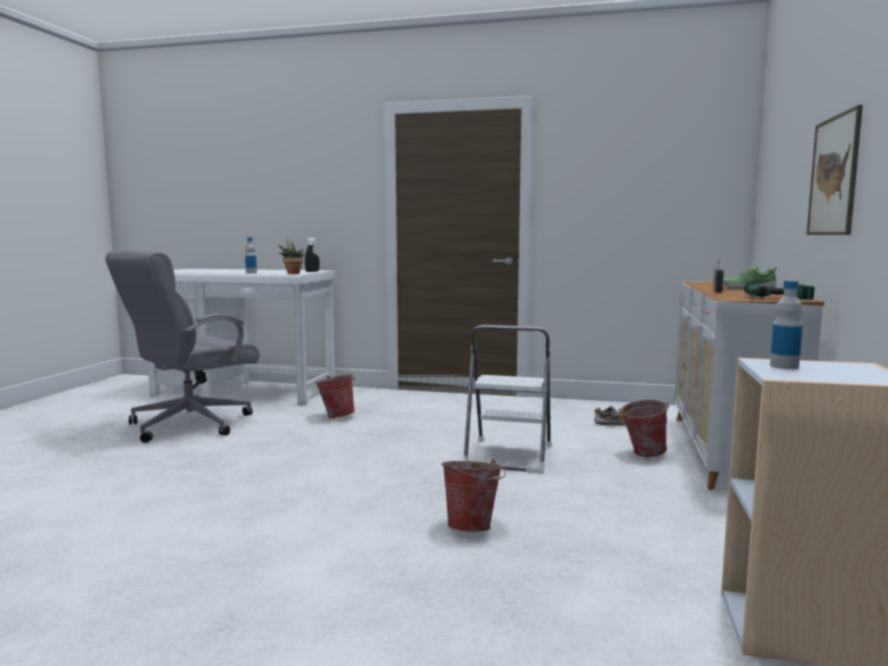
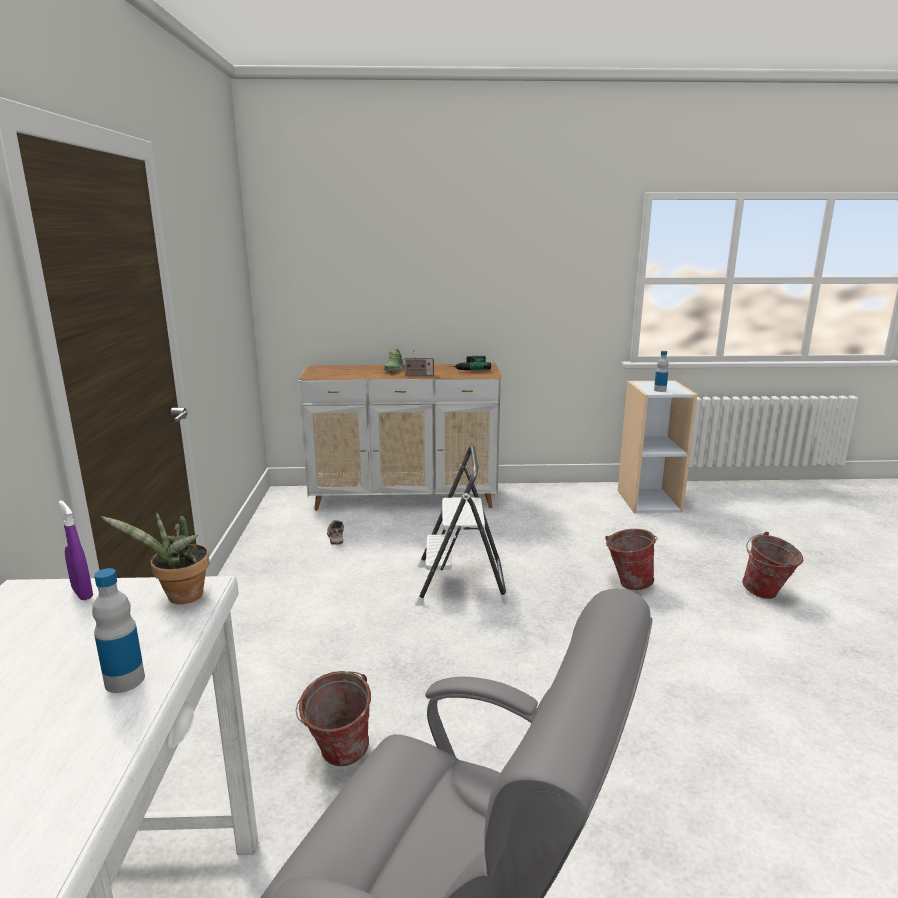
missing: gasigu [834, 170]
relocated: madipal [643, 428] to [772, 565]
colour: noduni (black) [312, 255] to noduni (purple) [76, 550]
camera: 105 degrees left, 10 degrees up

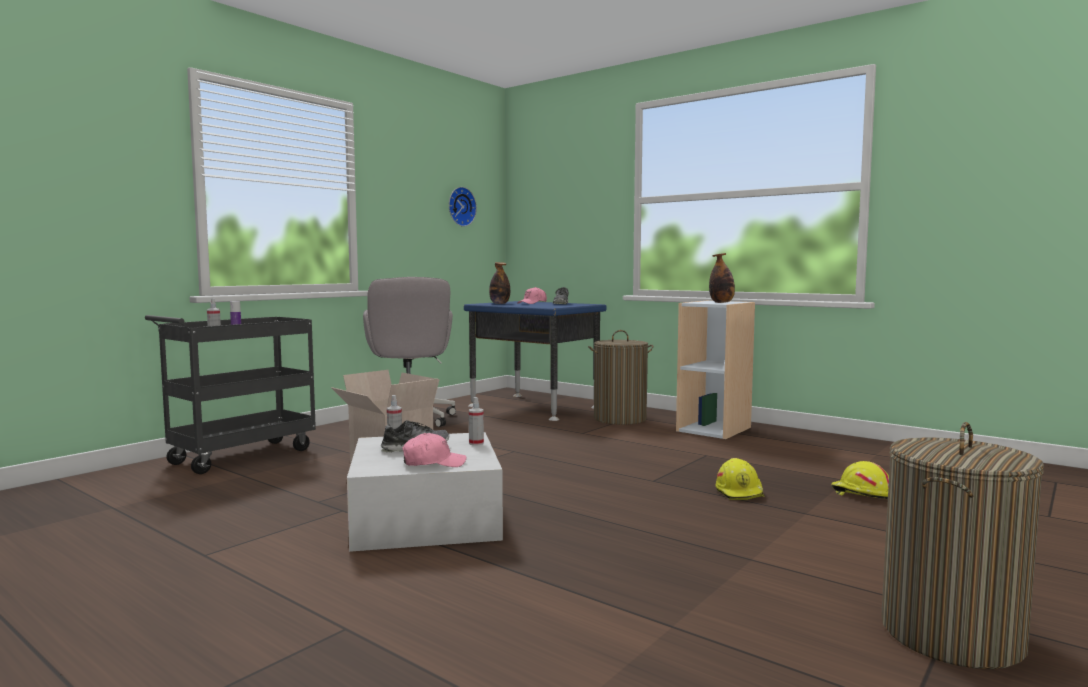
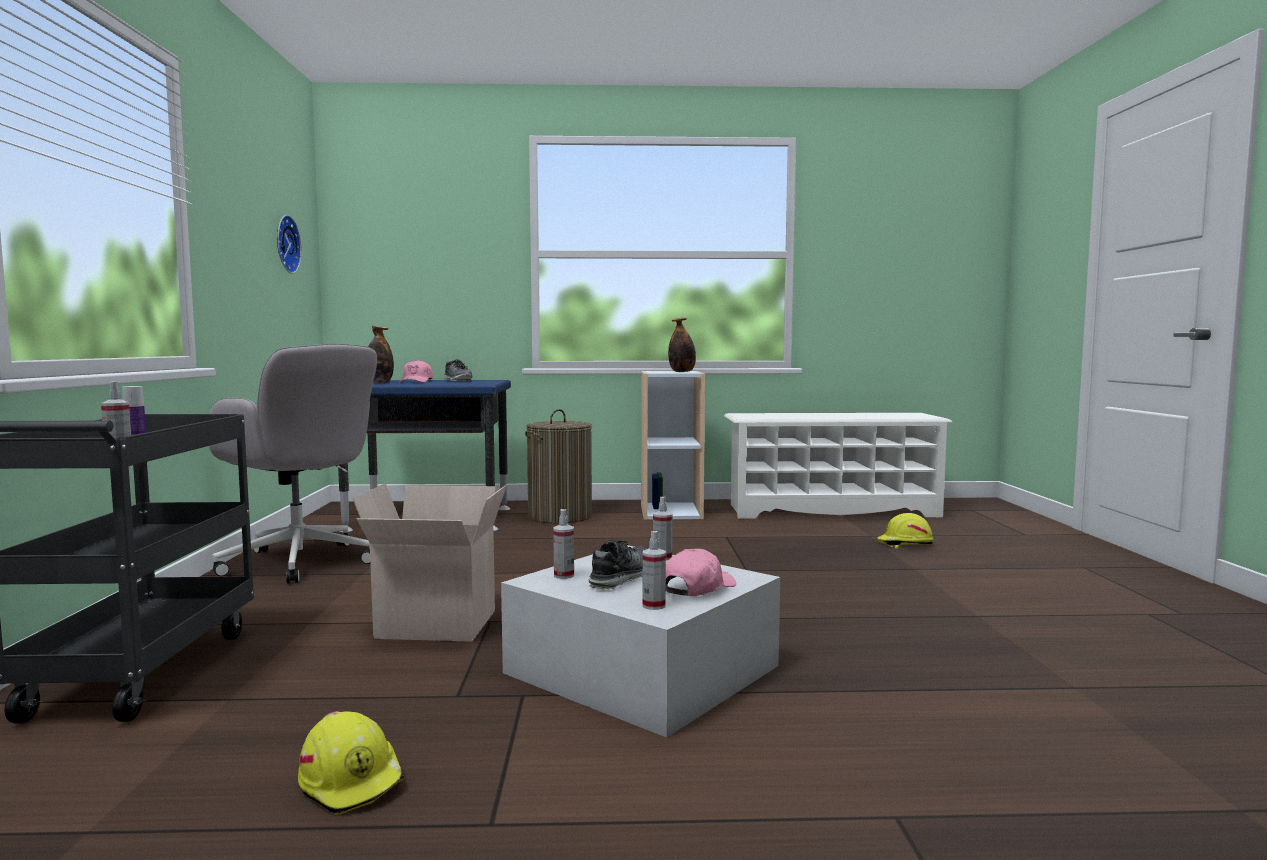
missing: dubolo [962, 545]
appeared: noduni [654, 570]; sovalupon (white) [838, 466]
relocated: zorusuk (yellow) [740, 479] to [351, 763]
camera: 40 degrees left, 0 degrees up

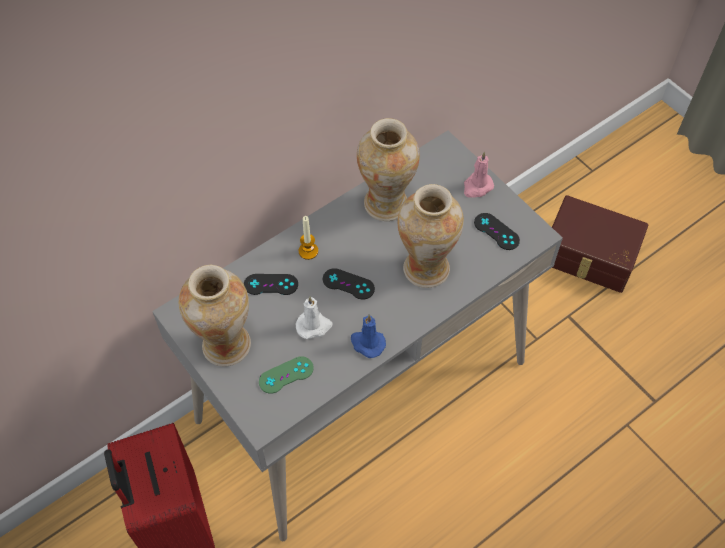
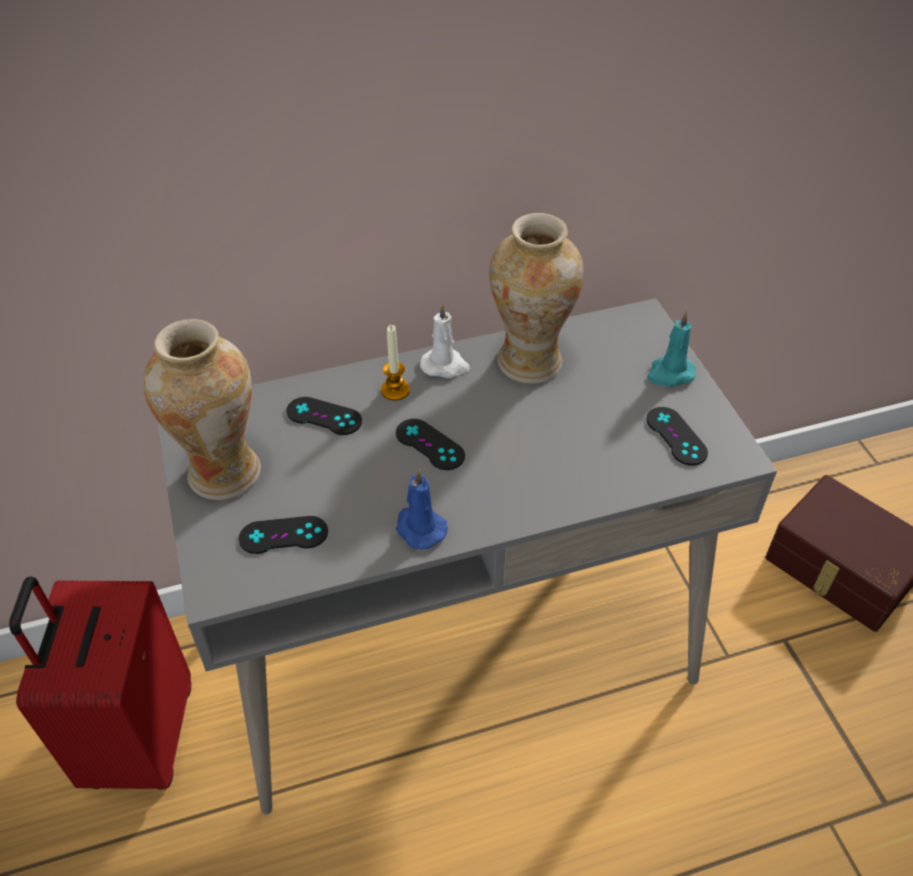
missing: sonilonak [430, 236]
relocated: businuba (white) [314, 317] to [445, 340]
colour: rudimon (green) [286, 375] to rudimon (black) [283, 535]; businuba (pink) [479, 175] to businuba (turquoise) [671, 349]
camera: 20 degrees right, 10 degrees down

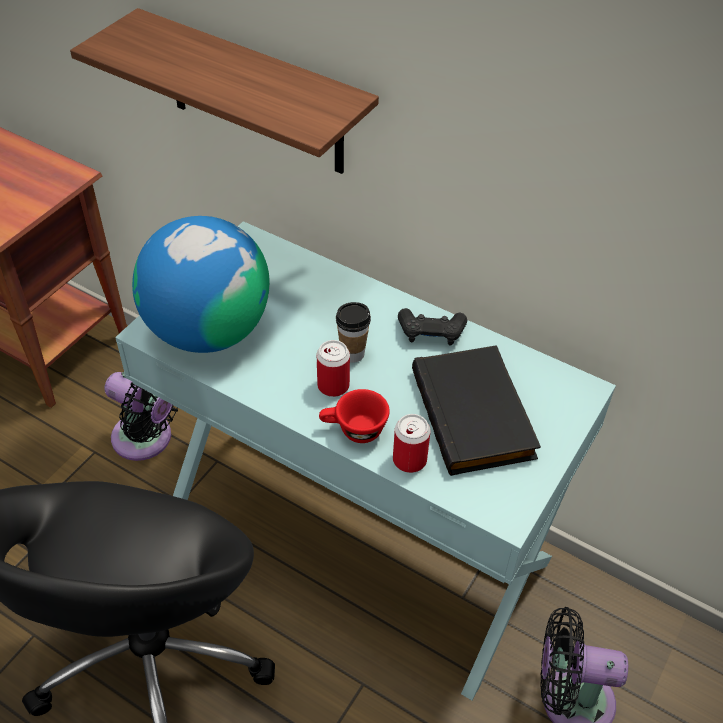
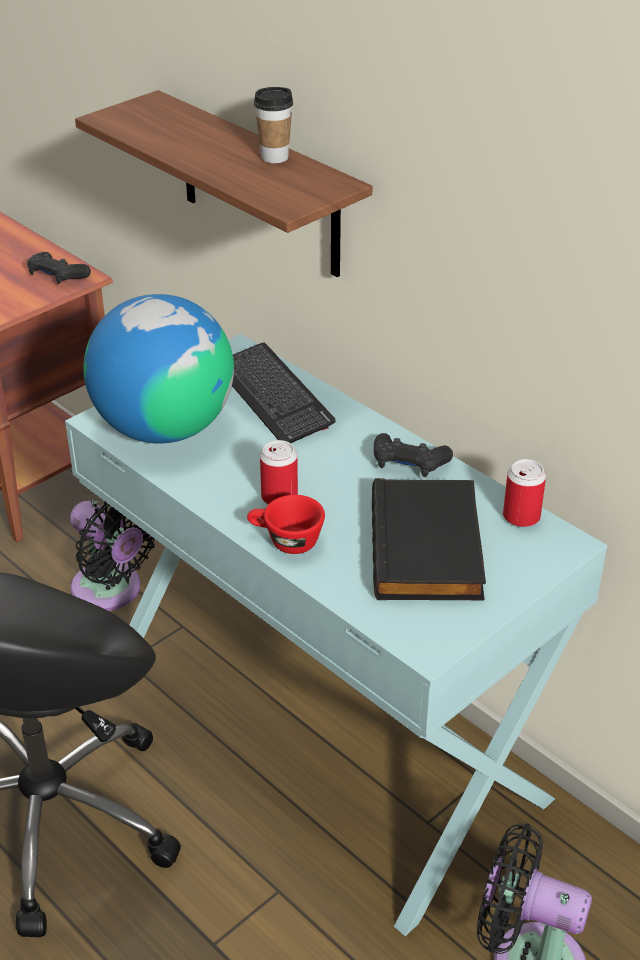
appeared: rudimon (black) [59, 268]; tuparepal [284, 392]
relocated: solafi [353, 332] to [273, 125]; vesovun [411, 443] to [524, 493]
camera: 15 degrees right, 10 degrees down

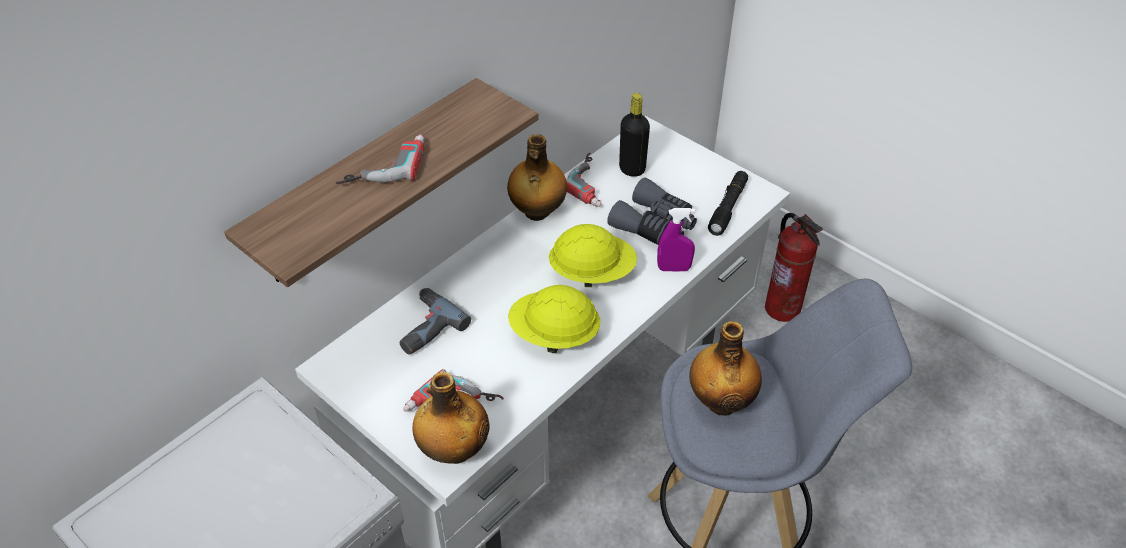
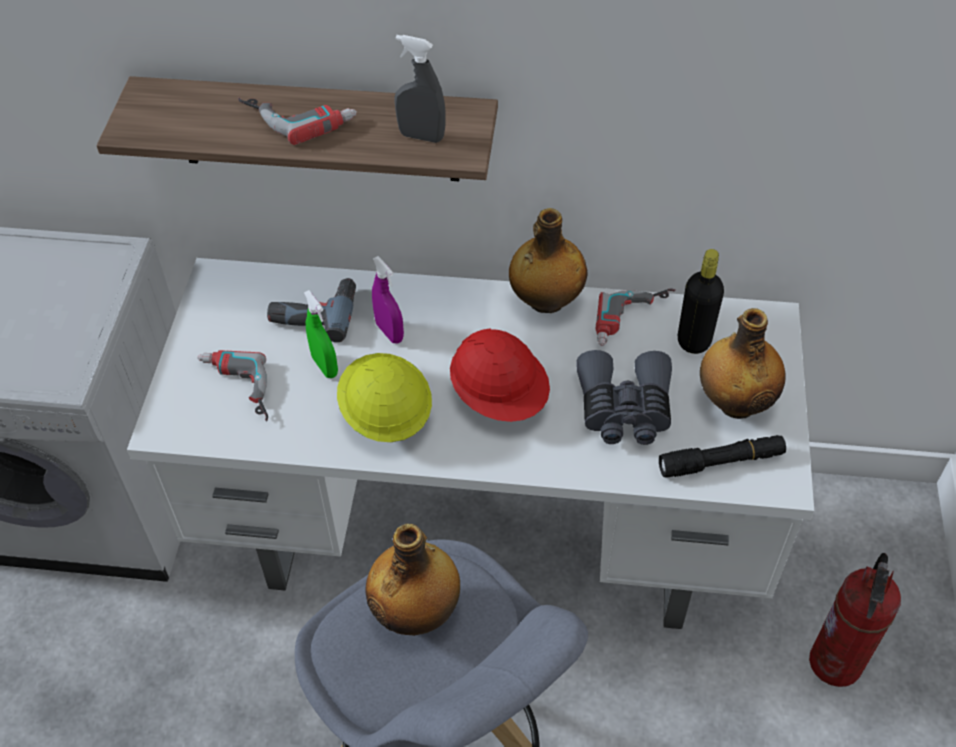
appeared: noduni (green) [321, 334]; noduni (grey) [420, 89]
relocated: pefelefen [451, 418] to [743, 363]; noduni (purple) [676, 239] to [388, 300]
colour: zorusuk (yellow) [593, 255] to zorusuk (red) [500, 375]
camera: 55 degrees right, 5 degrees up

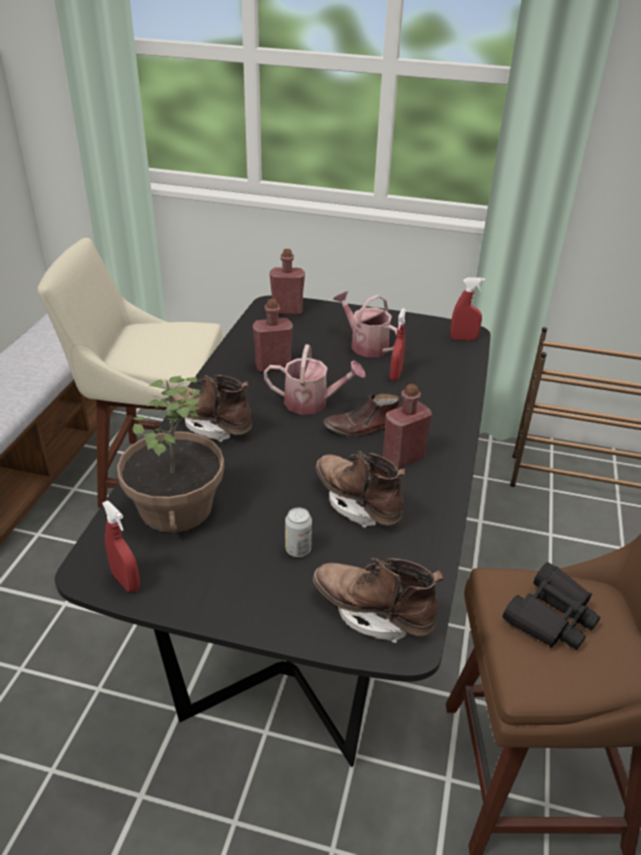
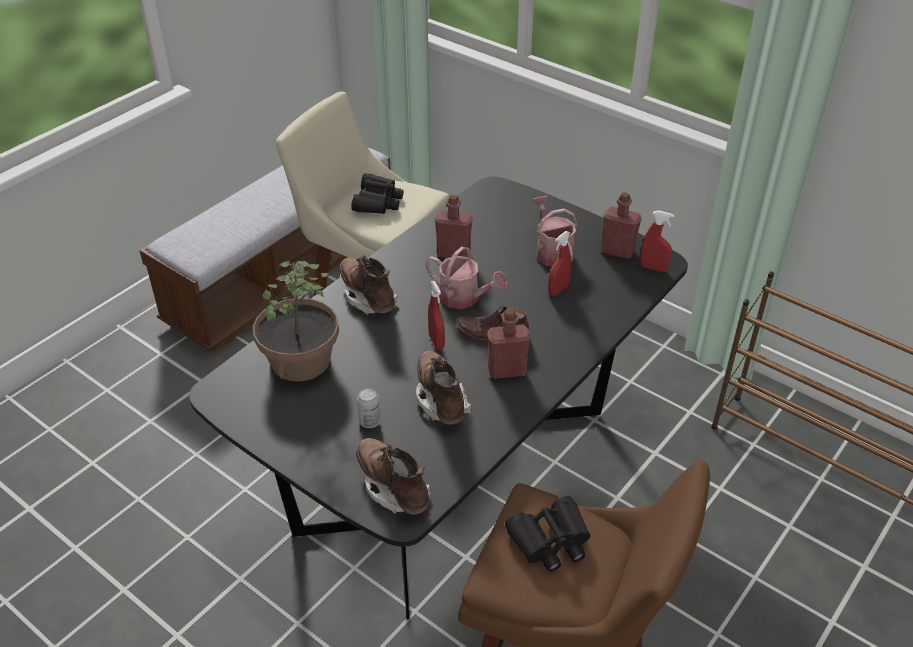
appeared: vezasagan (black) [377, 193]
relocated: noduni (red) [121, 546] to [436, 315]; pefelefen (red) [287, 282] to [621, 225]
camera: 25 degrees right, 5 degrees up

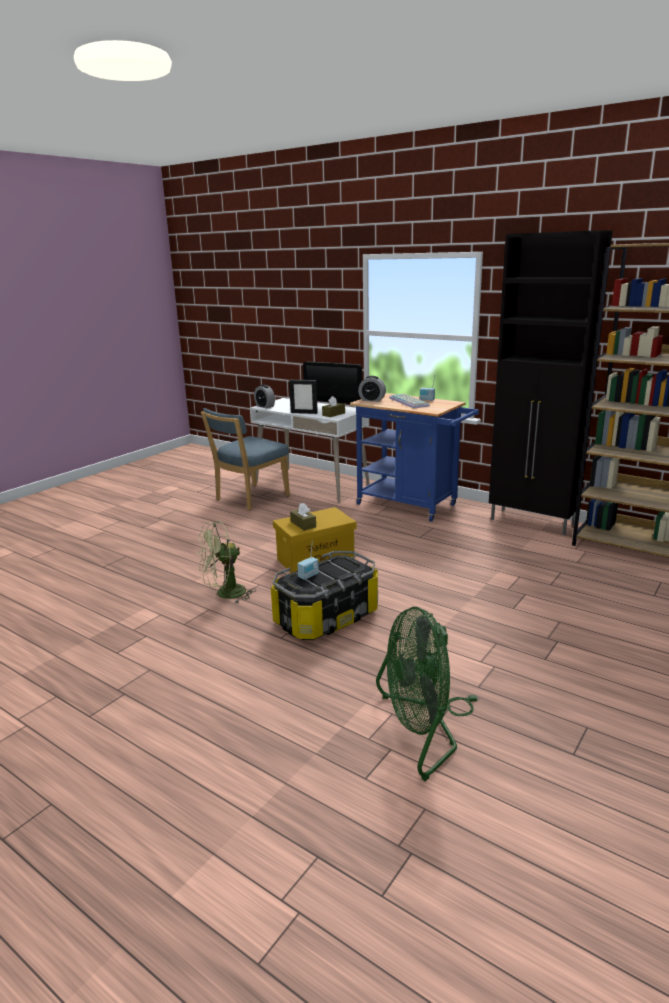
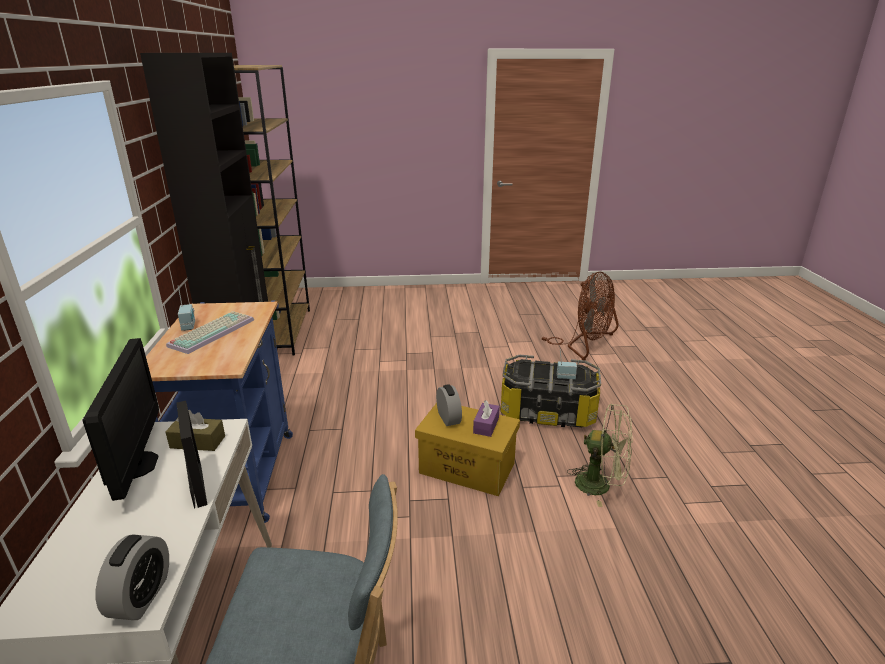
relocated: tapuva [372, 389] to [449, 405]
colour: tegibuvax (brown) [303, 517] to tegibuvax (purple) [486, 418]; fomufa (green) [427, 694] to fomufa (brown) [580, 316]
camera: 130 degrees left, 5 degrees up

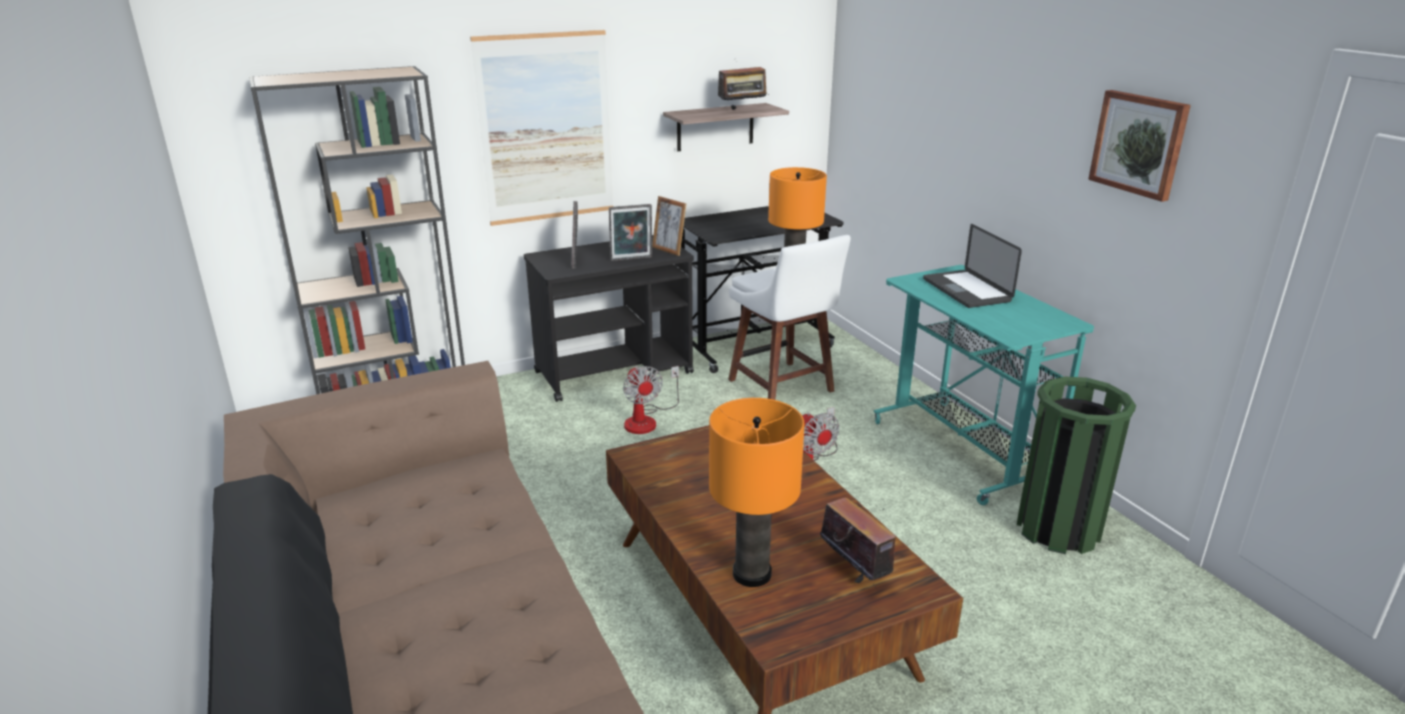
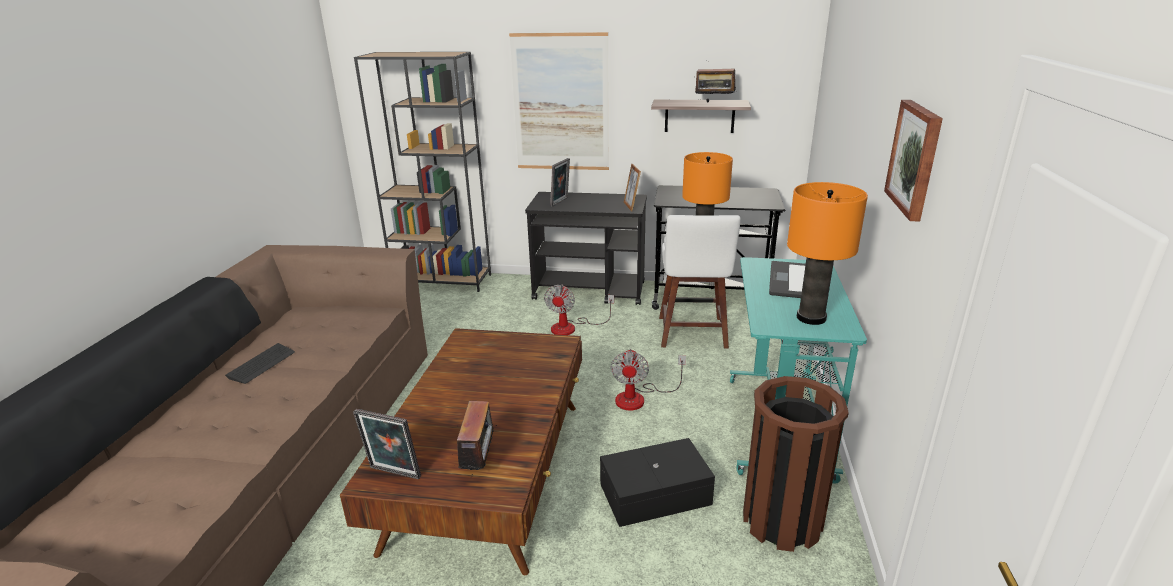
appeared: tuparepal [260, 363]; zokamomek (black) [657, 482]
relocated: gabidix [630, 232] to [387, 444]; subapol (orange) [757, 492] to [827, 253]
colour: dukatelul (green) [1076, 465] to dukatelul (brown) [796, 464]
camera: 35 degrees right, 0 degrees up

